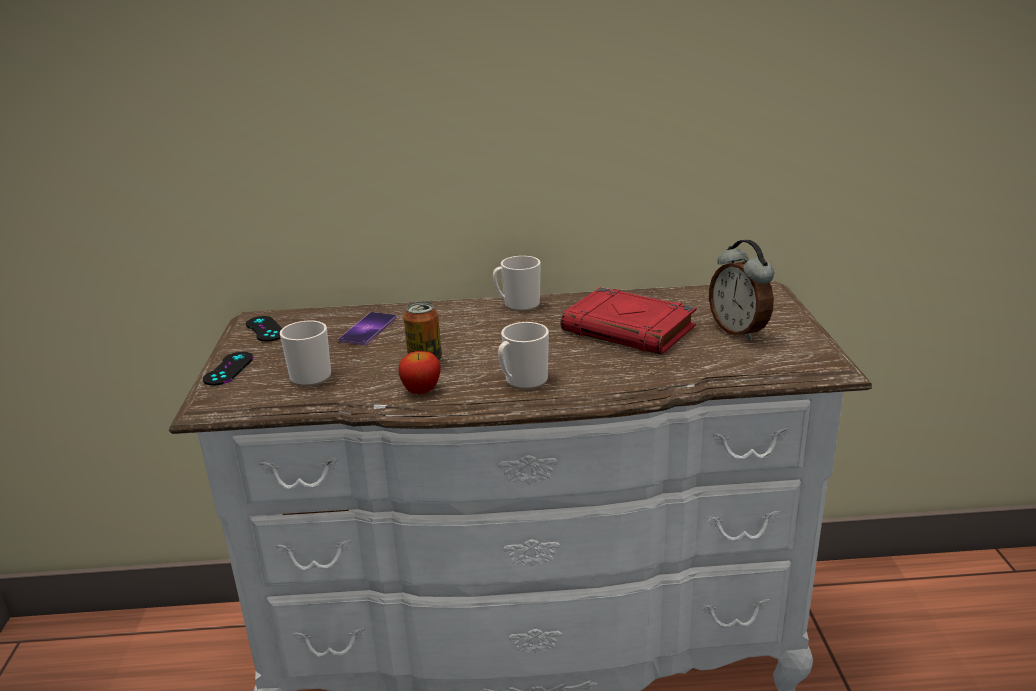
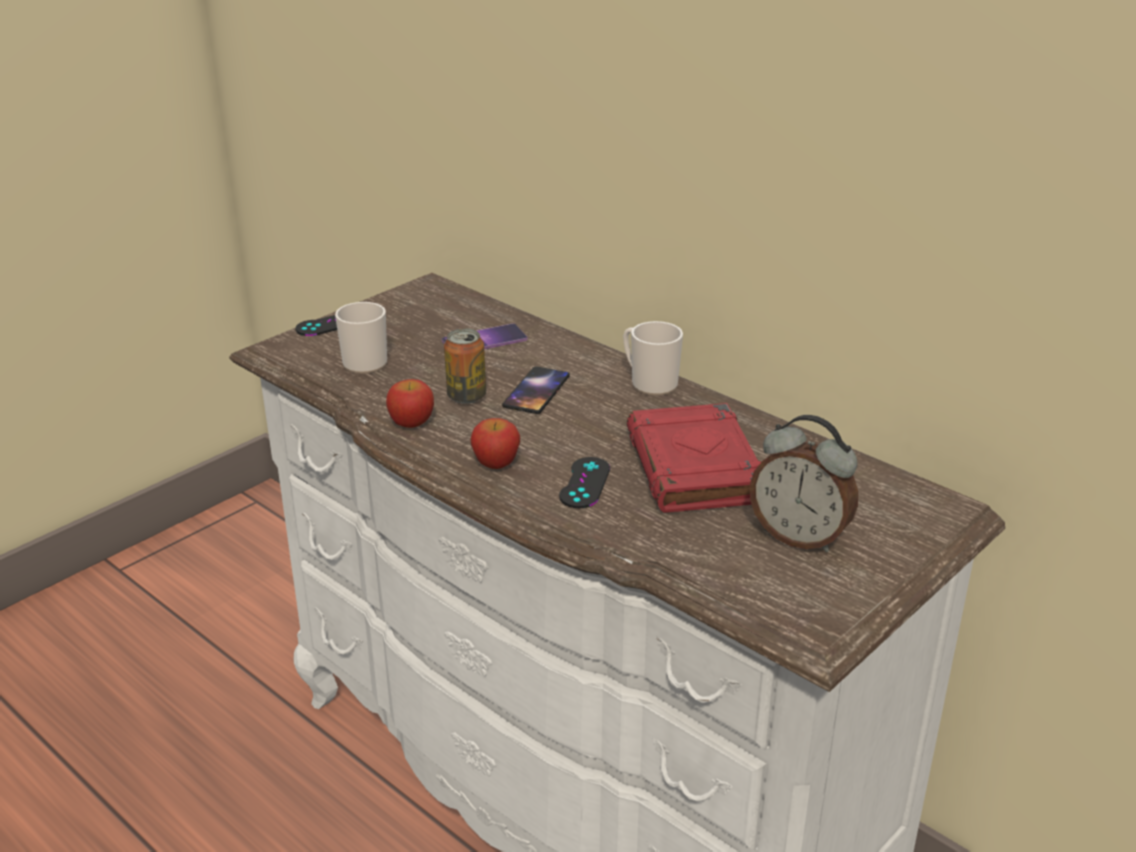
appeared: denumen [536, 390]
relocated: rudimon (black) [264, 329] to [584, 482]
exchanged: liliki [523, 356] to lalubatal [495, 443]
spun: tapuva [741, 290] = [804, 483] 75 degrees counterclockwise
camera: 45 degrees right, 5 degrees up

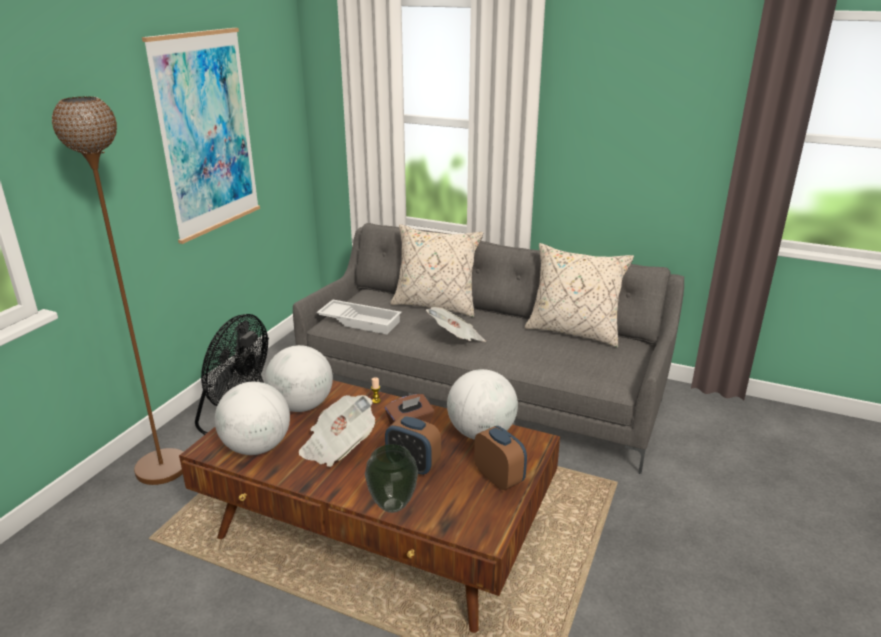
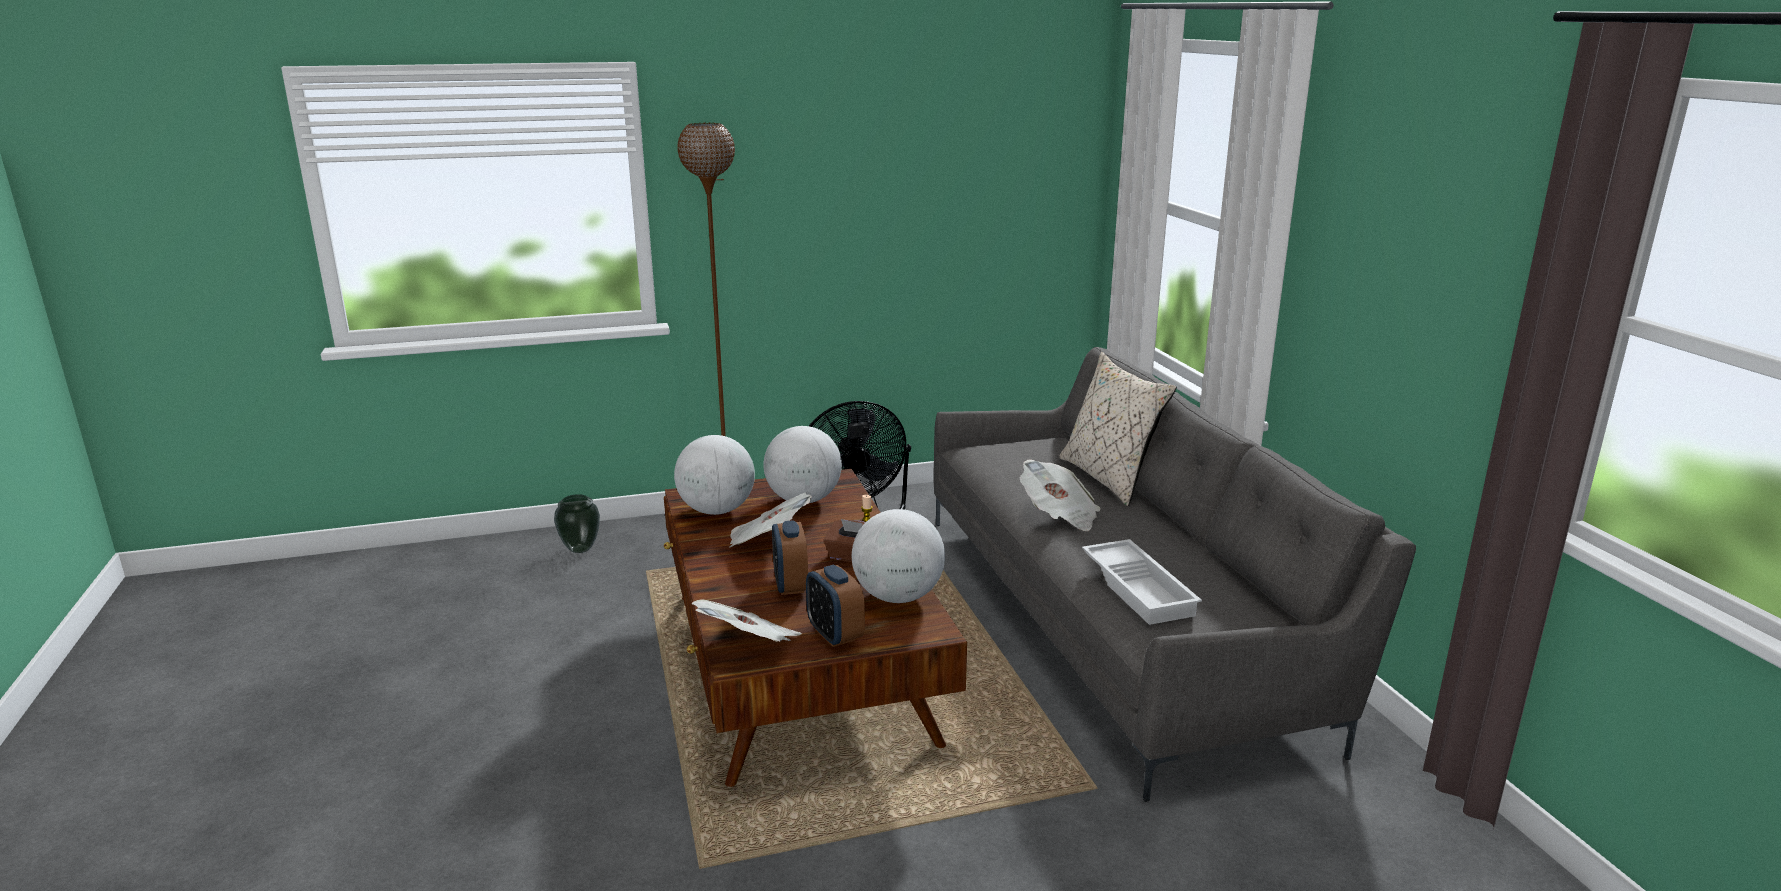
missing: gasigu [201, 136]; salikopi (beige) [579, 295]
appeared: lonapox [747, 621]
relocated: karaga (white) [359, 317] to [1142, 582]; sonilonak [391, 478] to [577, 523]
spun: tapuva [500, 458] = [835, 606] 135 degrees clockwise
camera: 50 degrees right, 5 degrees down

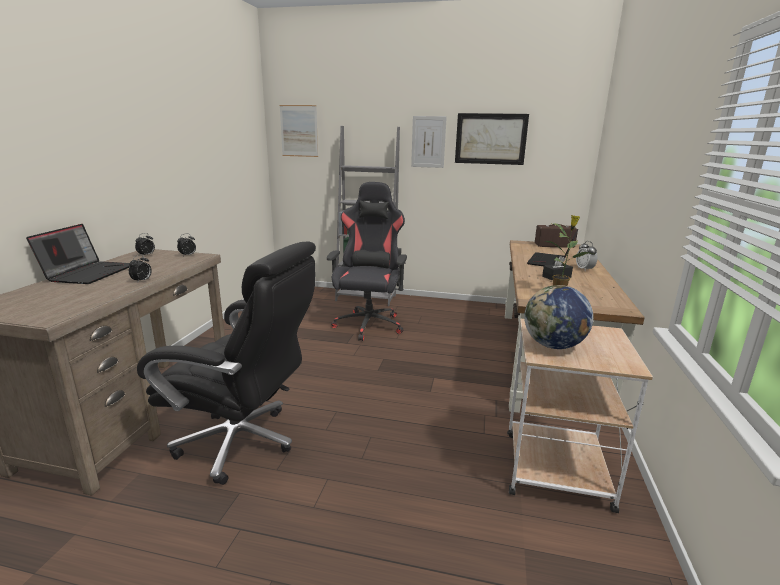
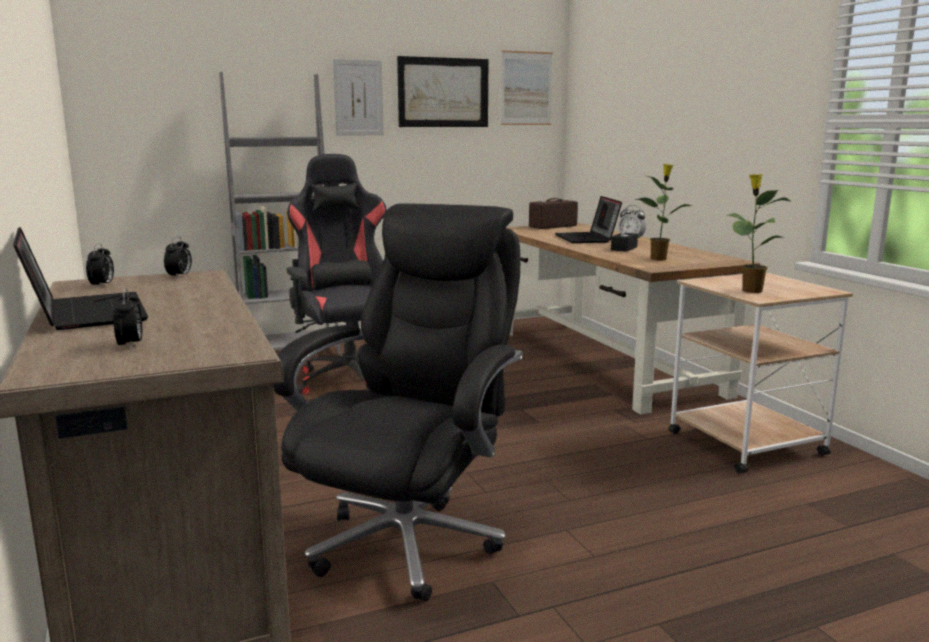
relocated: tapuva [140, 268] to [127, 318]; gasigu [298, 131] to [527, 88]
exchanged: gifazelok [558, 317] to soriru [758, 233]
spun: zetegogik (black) [226, 363] = [398, 402] 45 degrees counterclockwise
camera: 35 degrees left, 5 degrees down

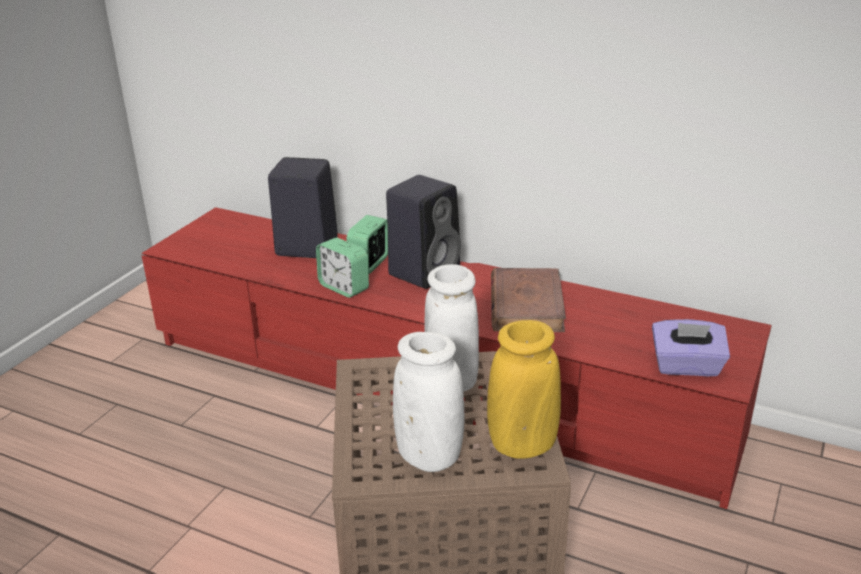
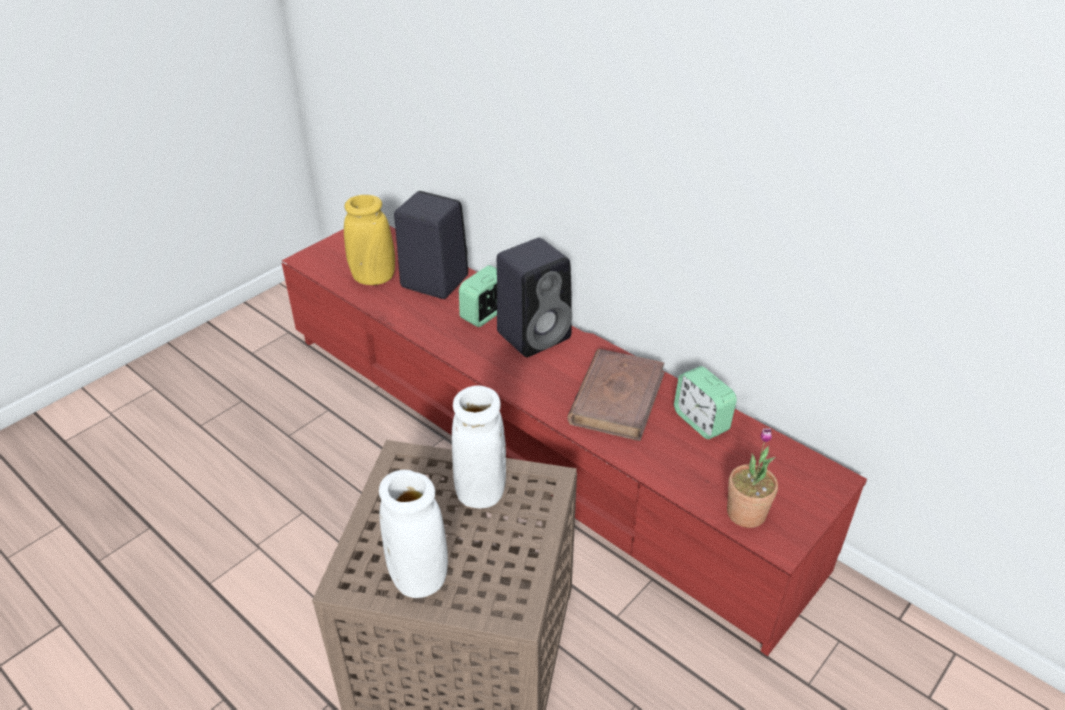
relocated: tapuva [342, 268] to [705, 402]; sonilonak (yellow) [524, 389] to [369, 240]
exchanged: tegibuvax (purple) [691, 347] to soriru [752, 478]
camera: 15 degrees right, 10 degrees up

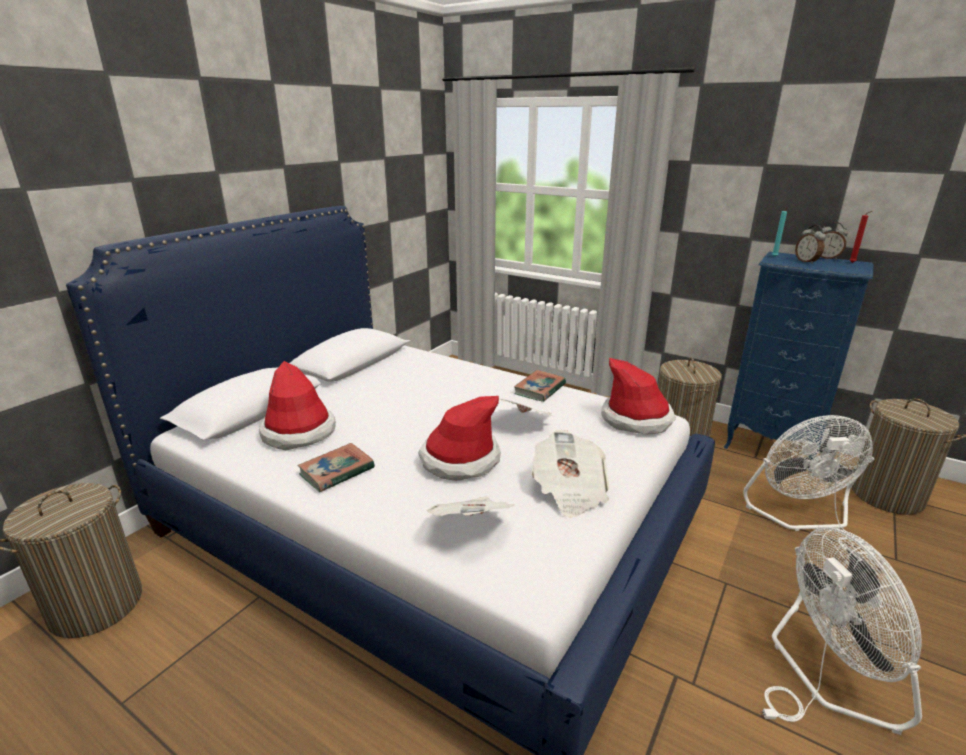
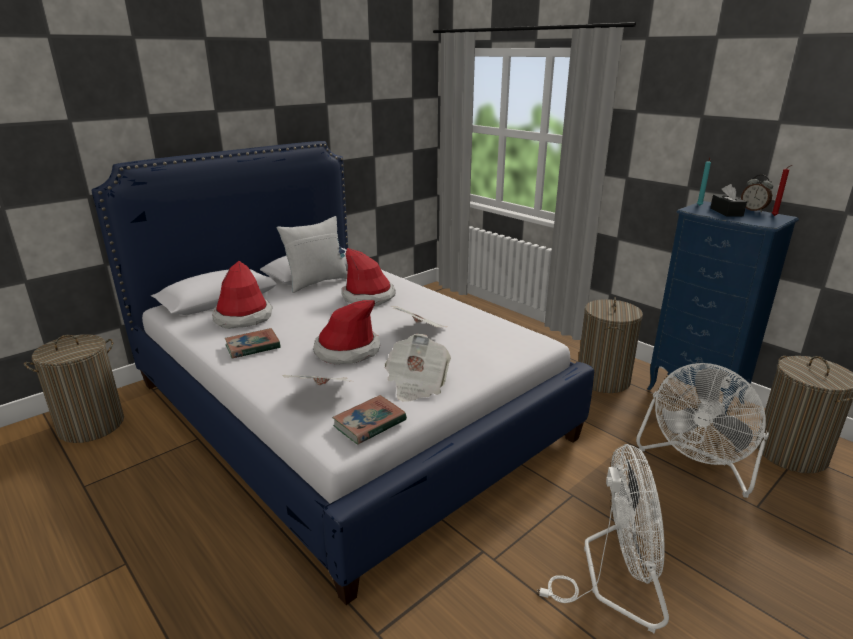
appeared: salikopi (grey) [312, 254]
relocated: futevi [540, 386] to [369, 419]; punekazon [638, 396] to [368, 277]
exchanged: tapuva [810, 244] to tegibuvax (black) [728, 200]
spun: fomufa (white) [808, 487] = [702, 430] 150 degrees counterclockwise
camera: 15 degrees right, 0 degrees up

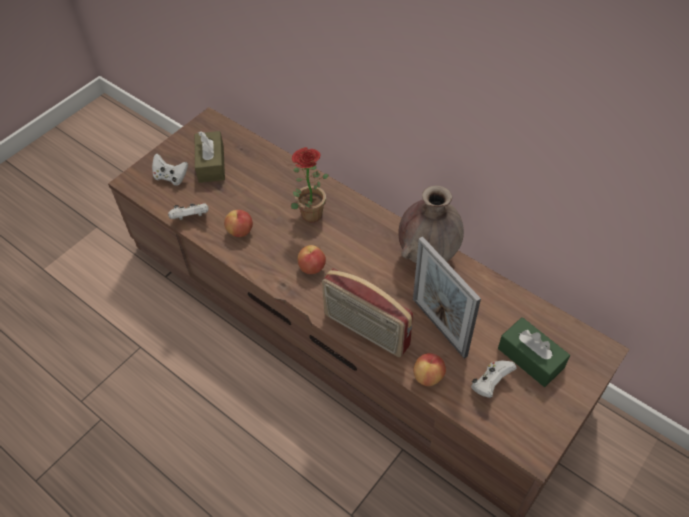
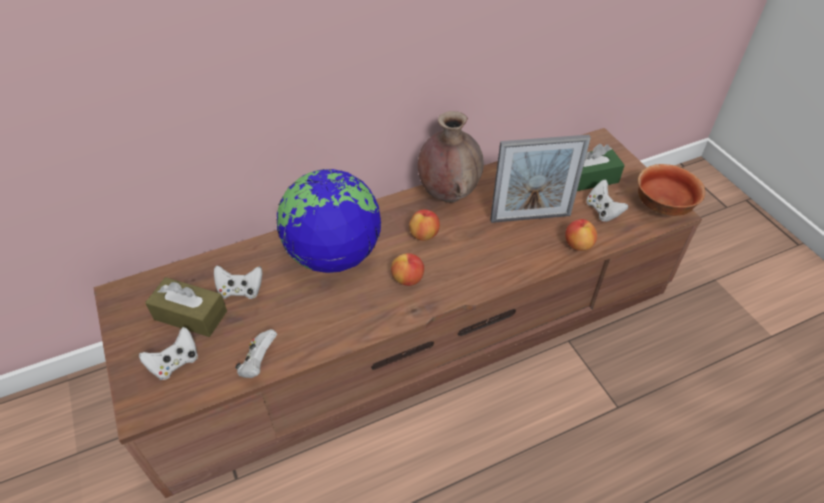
missing: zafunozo [367, 312]
appeared: rudimon (white) [238, 282]; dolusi [671, 190]
relocated: lalubatal [238, 223] to [424, 225]
exchanged: soriru [310, 184] to gifazelok [328, 221]
camera: 65 degrees left, 5 degrees down

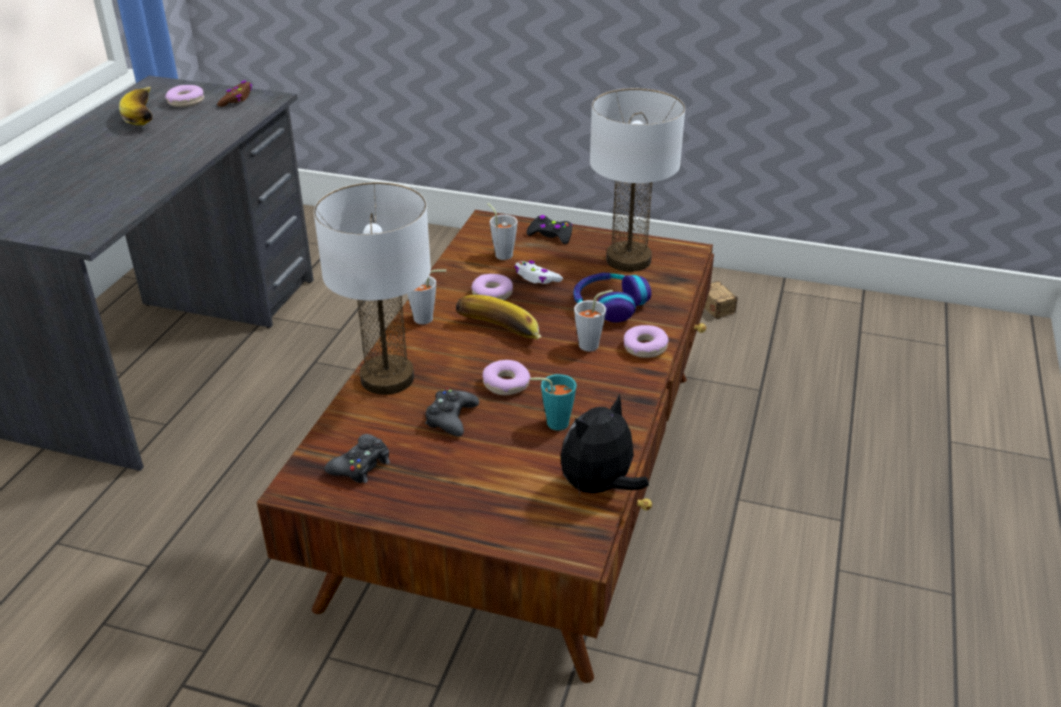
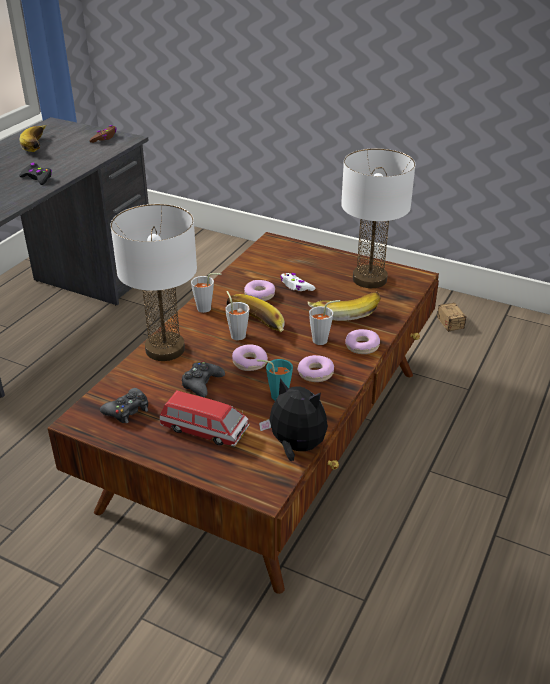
appeared: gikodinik [204, 418]
relocated: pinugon [184, 96] to [315, 368]; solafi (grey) [502, 231] to [237, 316]; rudimon (black) [549, 229] to [35, 174]
exchanged: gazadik [612, 297] to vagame [344, 306]
spun: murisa [605, 444] = [293, 419] 60 degrees clockwise
camera: 10 degrees right, 0 degrees up

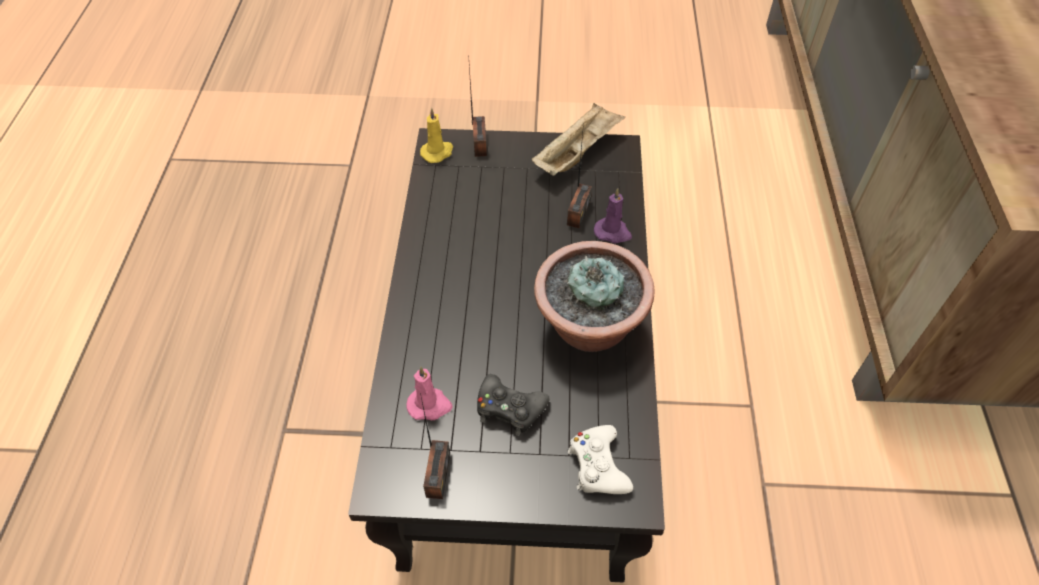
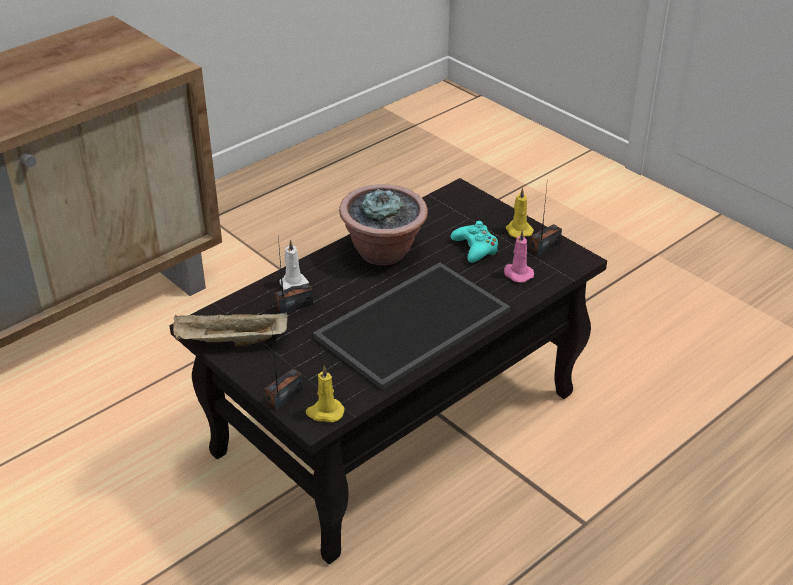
missing: rudimon (white) [600, 459]
appeared: karaga [411, 326]; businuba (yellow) [520, 212]
colour: rudimon (black) [513, 405] to rudimon (turquoise) [474, 242]; businuba (purple) [613, 215] to businuba (white) [294, 264]
camera: 135 degrees left, 15 degrees down

